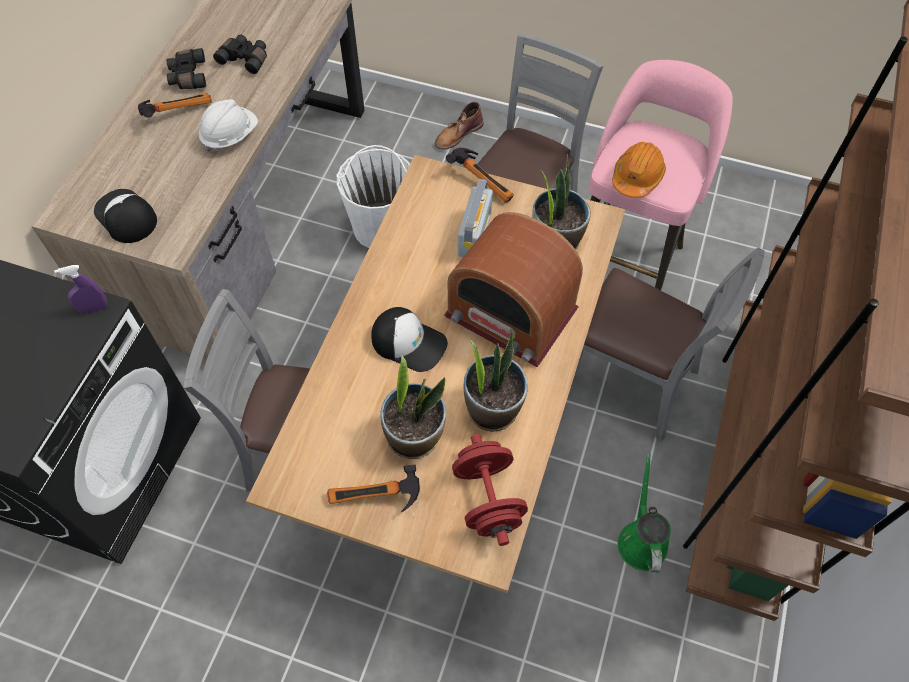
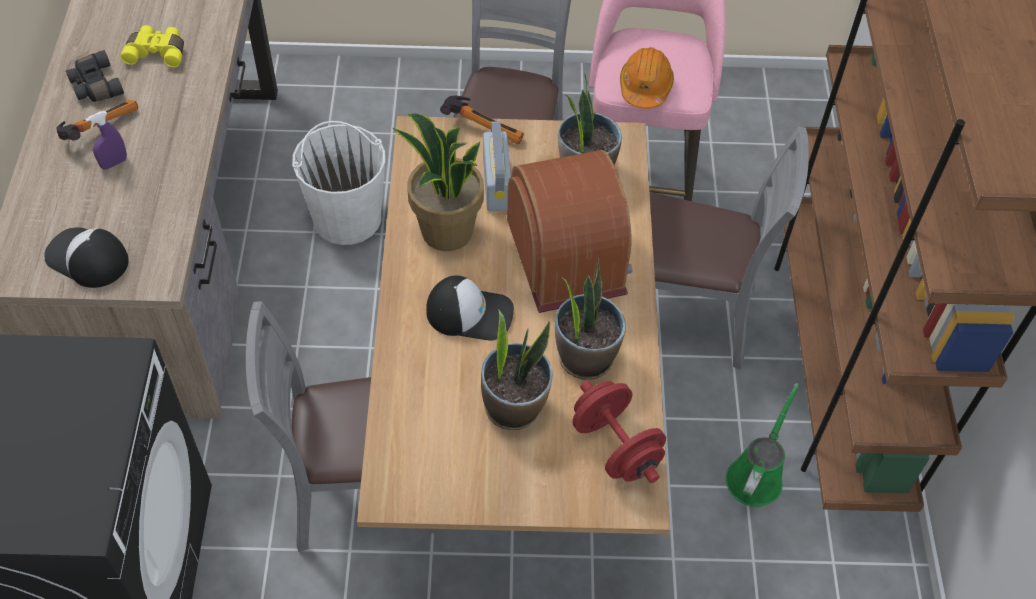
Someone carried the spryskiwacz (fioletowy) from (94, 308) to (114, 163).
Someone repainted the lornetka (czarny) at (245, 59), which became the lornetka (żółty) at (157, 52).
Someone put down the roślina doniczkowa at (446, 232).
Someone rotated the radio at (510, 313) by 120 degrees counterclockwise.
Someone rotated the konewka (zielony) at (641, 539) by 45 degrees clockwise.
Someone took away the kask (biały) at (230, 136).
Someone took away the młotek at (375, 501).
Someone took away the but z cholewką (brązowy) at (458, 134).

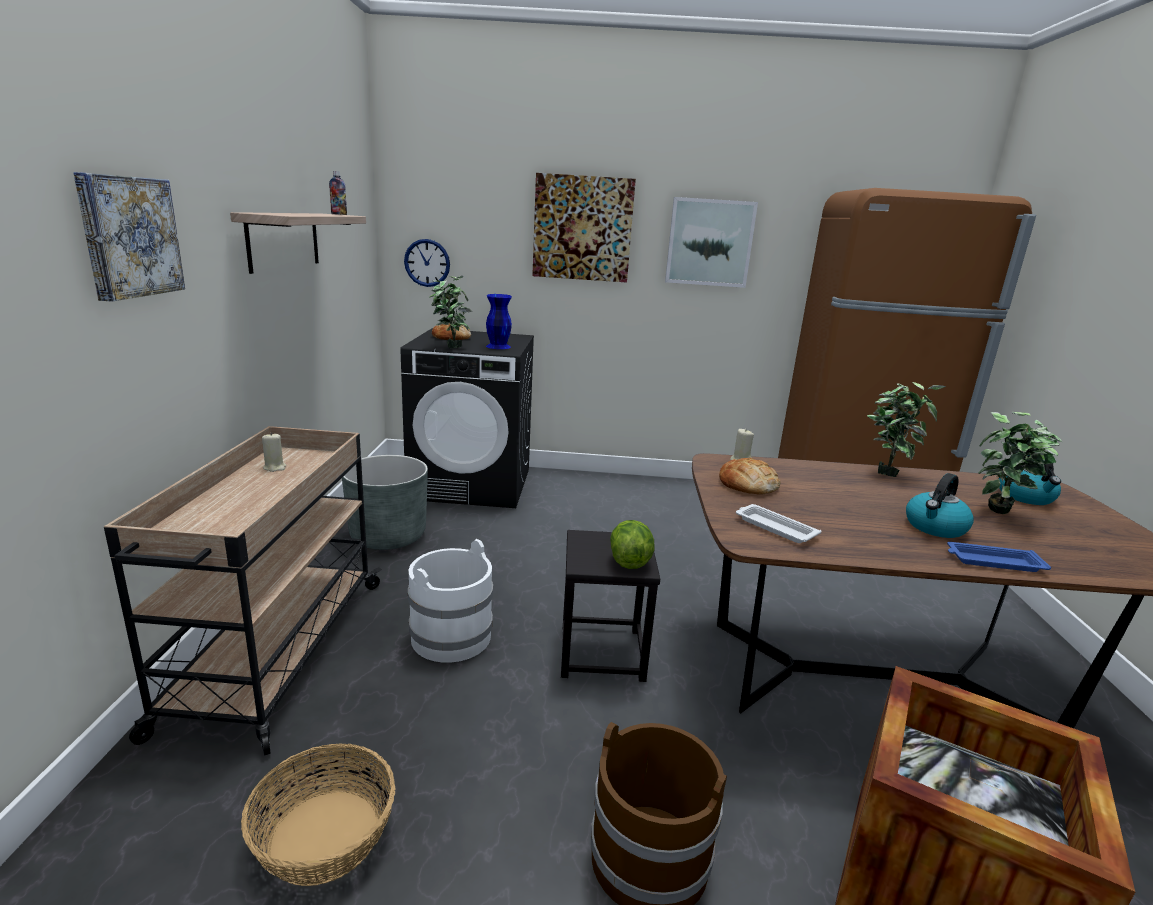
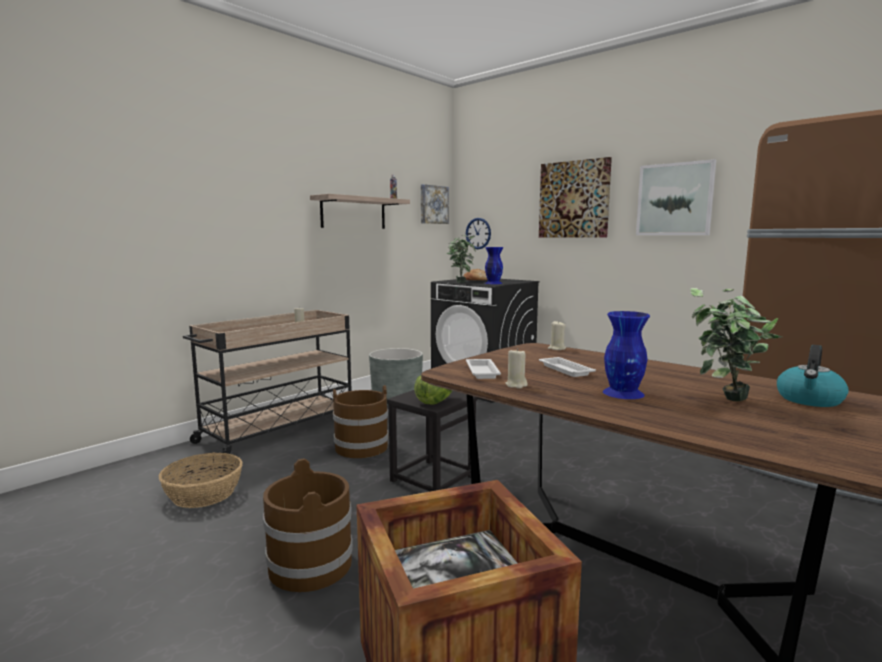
Someone repainted the wiadro (biały) at (451, 636), which became the wiadro (brązowy) at (361, 447).
Someone carried the obraz from (128, 236) to (433, 204).
Someone put down the świeca (beżowy) at (516, 385).
Someone put down the taca (biały) at (564, 370).
Someone swapped the czajnik at (935, 527) for the wazon (niebieski) at (623, 393).
Someone took away the chleb at (748, 484).
Someone took away the roślina doniczkowa at (888, 473).
Someone took away the taca (niebieski) at (992, 561).

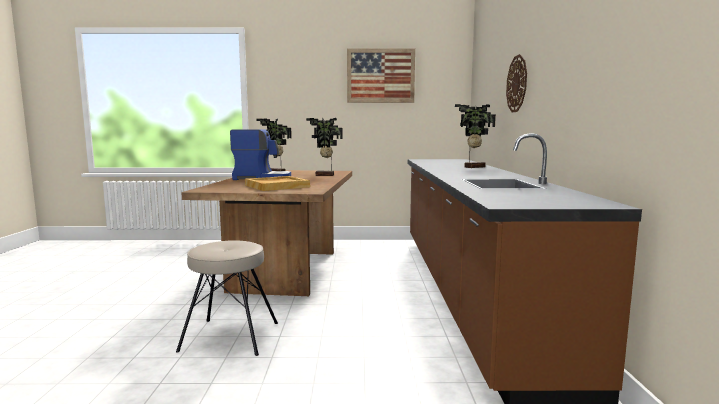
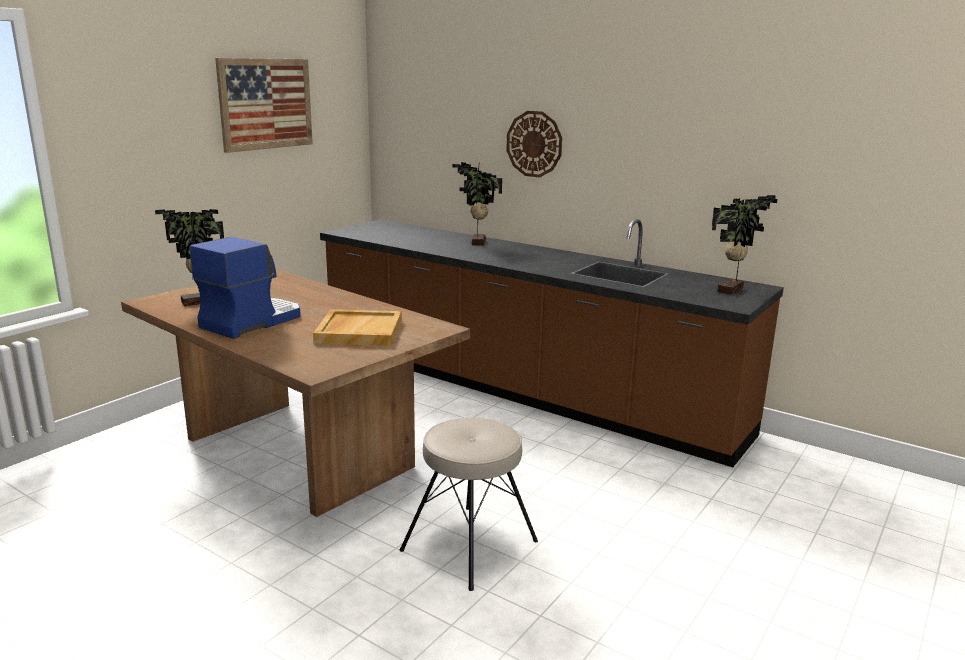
Someone carried the roślina doniczkowa from (325, 175) to (732, 290).

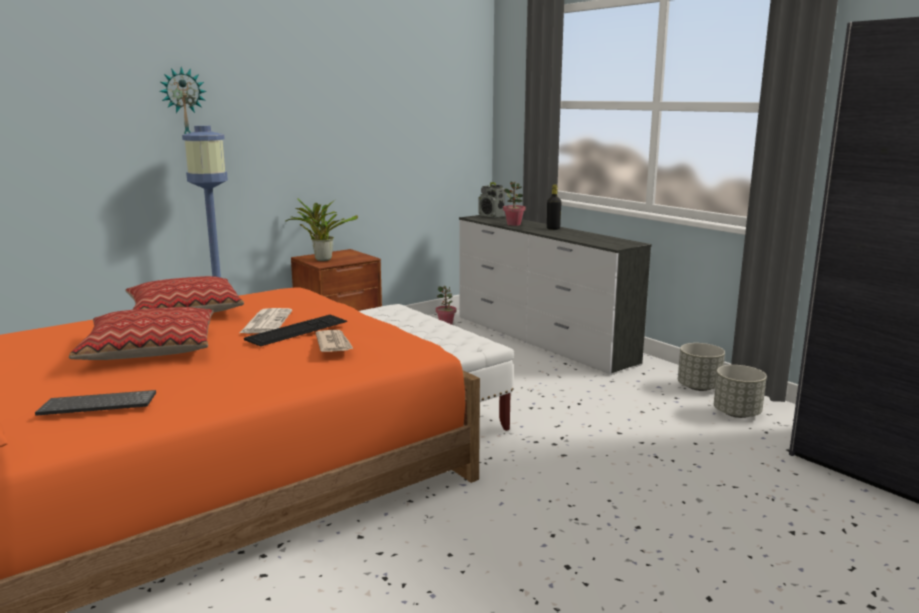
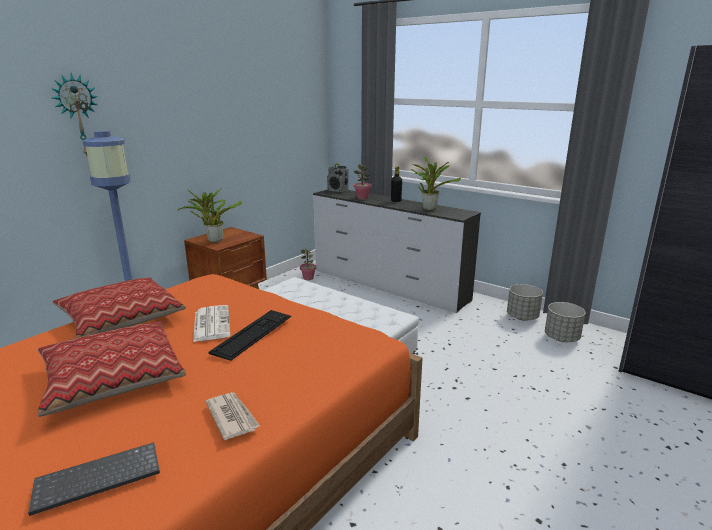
Someone carried the gazeta from (334, 344) to (232, 417).
Someone put down the roślina doniczkowa at (429, 208).

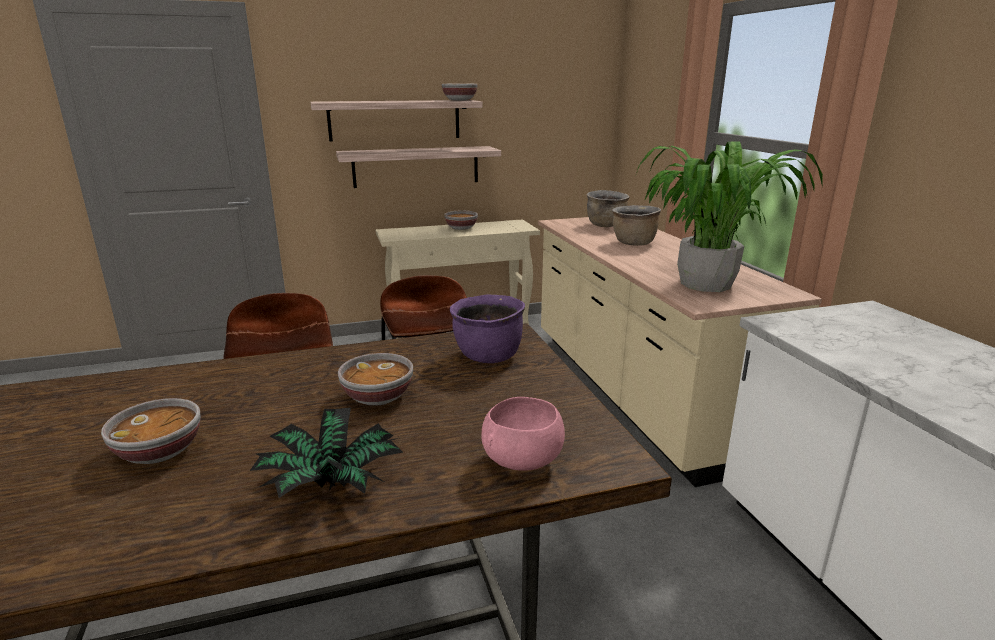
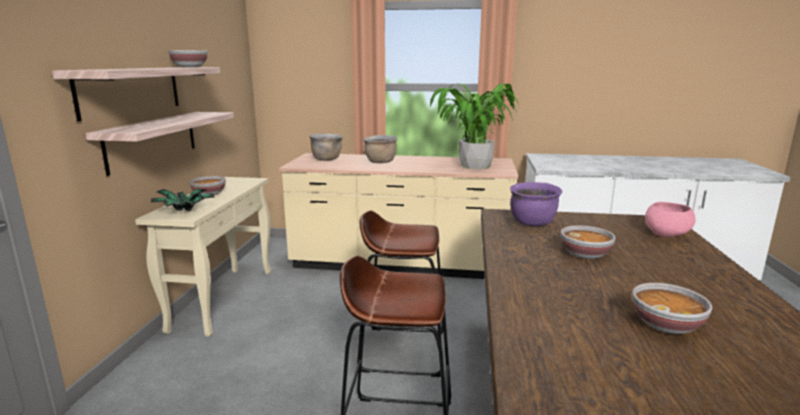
Someone carried the roślina doniczkowa from (332, 484) to (184, 212).

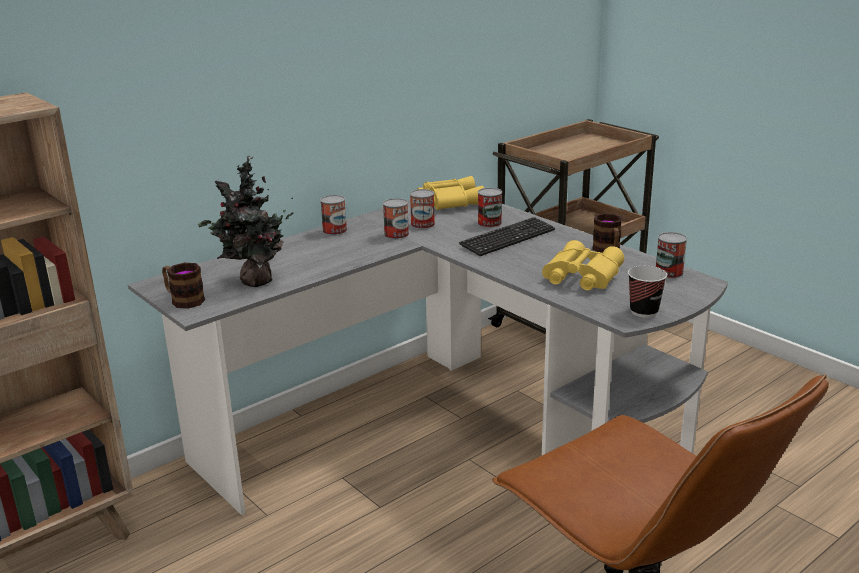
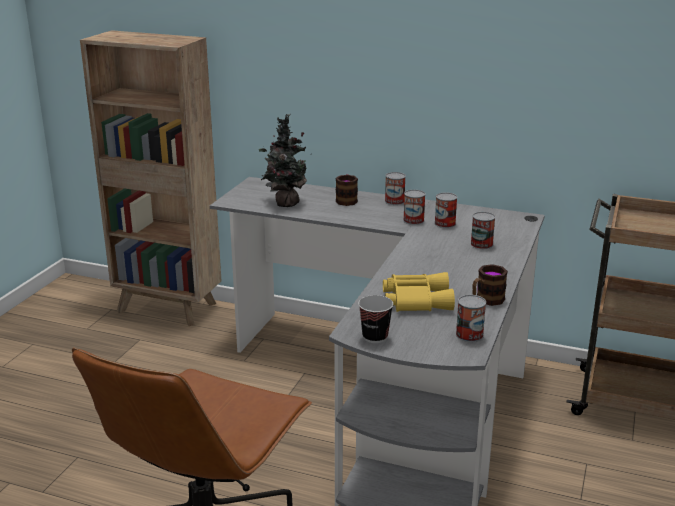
Someone carried the kubek from (183, 300) to (346, 200).
Someone took away the lornetka (żółty) at (449, 201).
Someone took away the klawiatura at (507, 239).

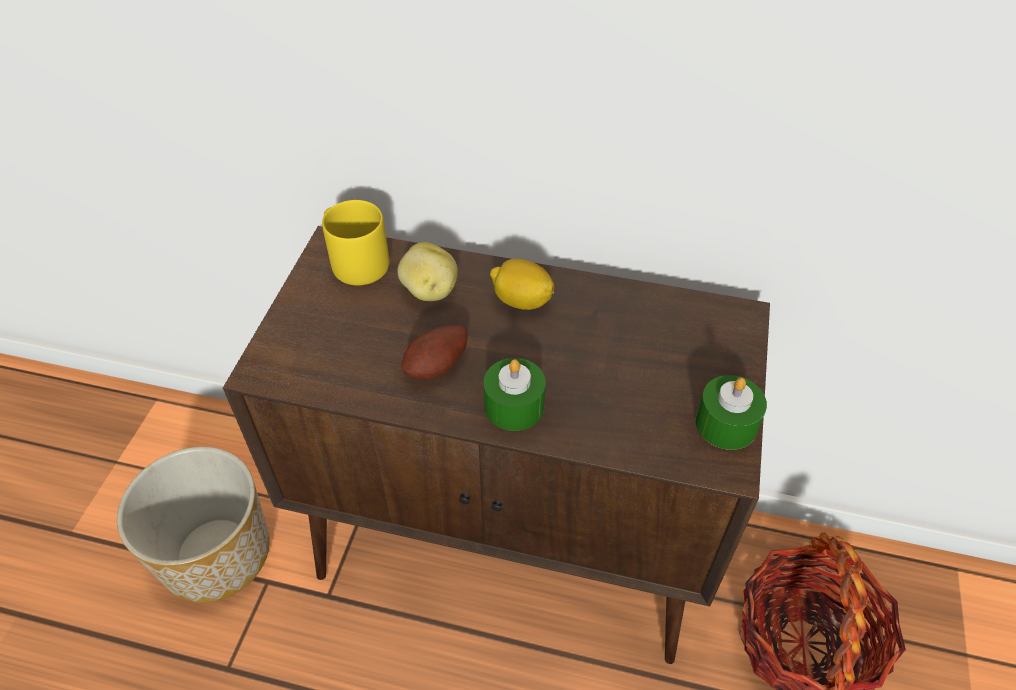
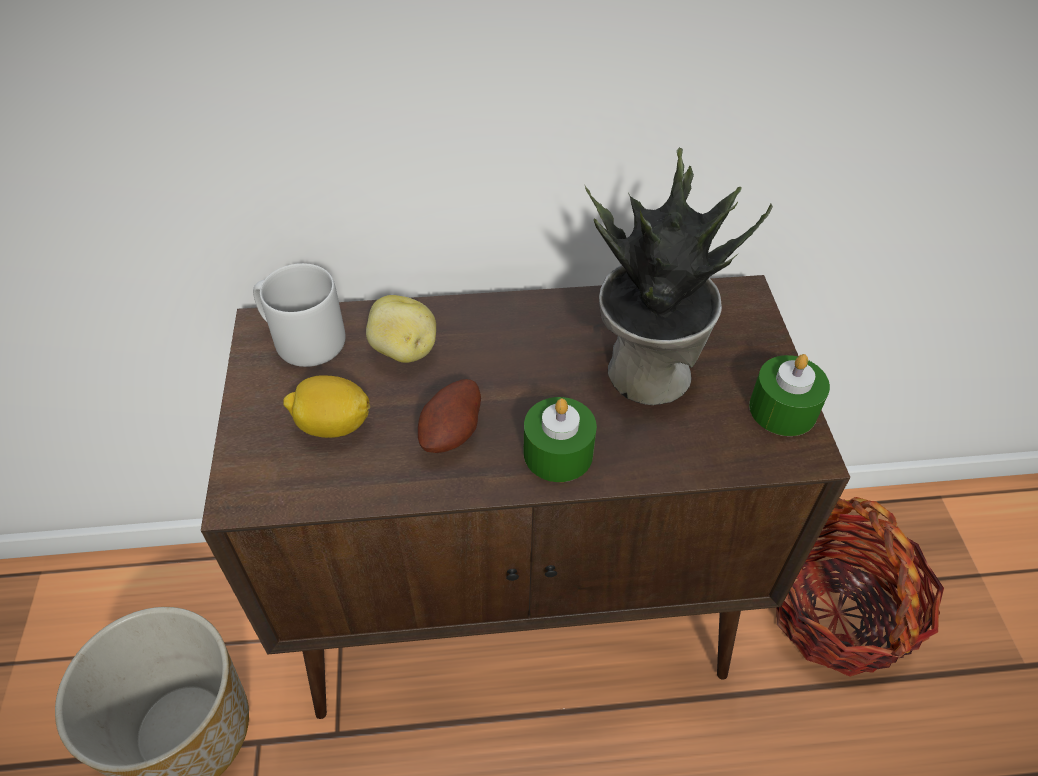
Someone repainted the kubek (żółty) at (356, 262), which became the kubek (szary) at (303, 339).
Someone carried the cytryna from (522, 301) to (333, 425).
Someone put down the roślina doniczkowa at (645, 372).

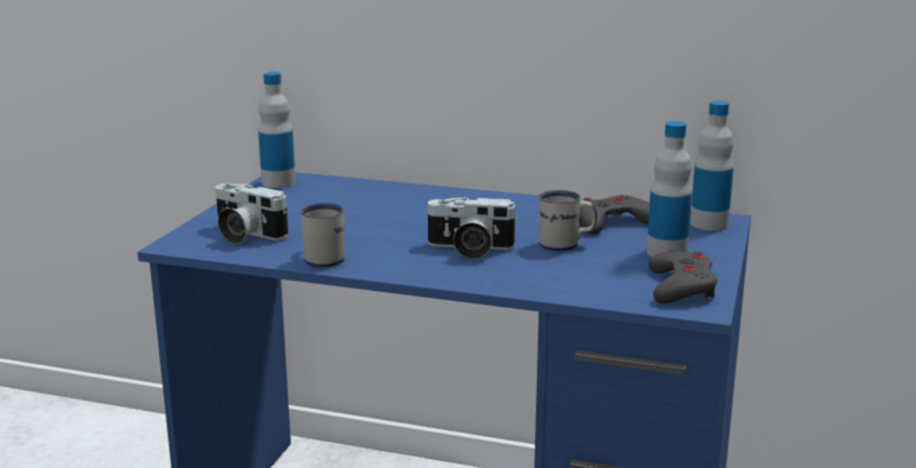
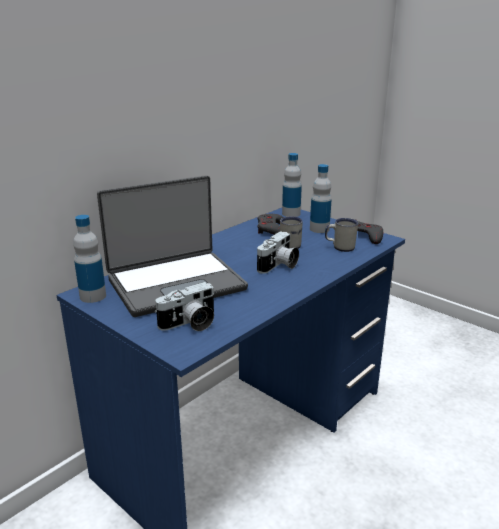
Someone put down the laptop at (175, 283).
Someone carried the kubek (biały) from (323, 257) to (340, 247).

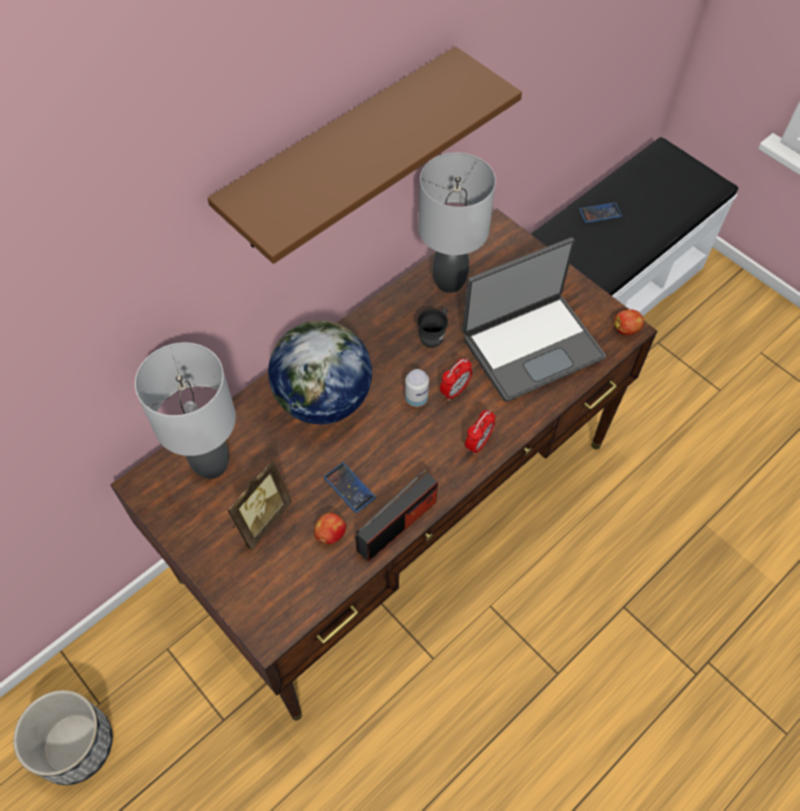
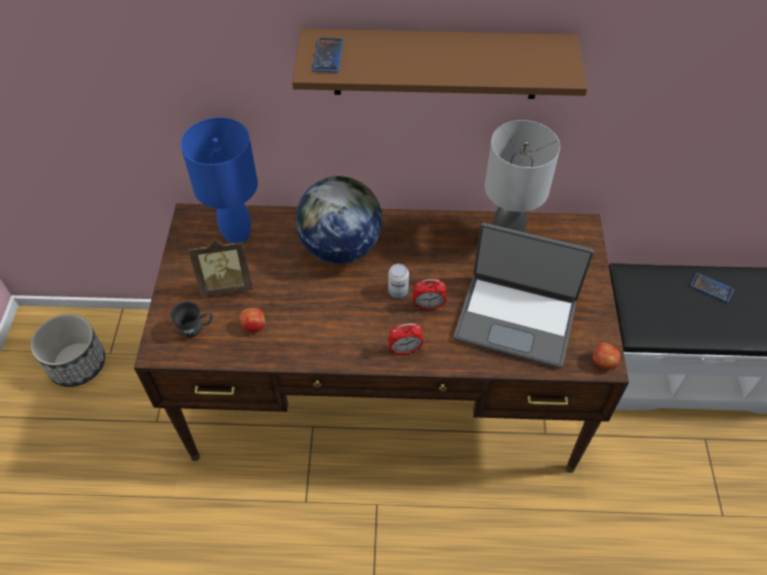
Someone carried the kubek (szary) from (434, 336) to (196, 329).
Someone repainted the lampa stołowa (szary) at (212, 465), which became the lampa stołowa (niebieski) at (237, 235).
Someone carried the telefon from (349, 488) to (328, 55).
Someone took away the radio at (397, 525).

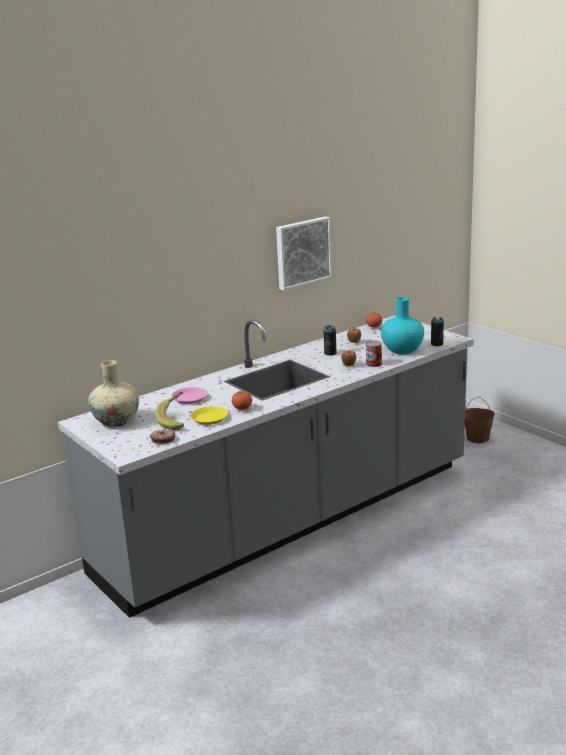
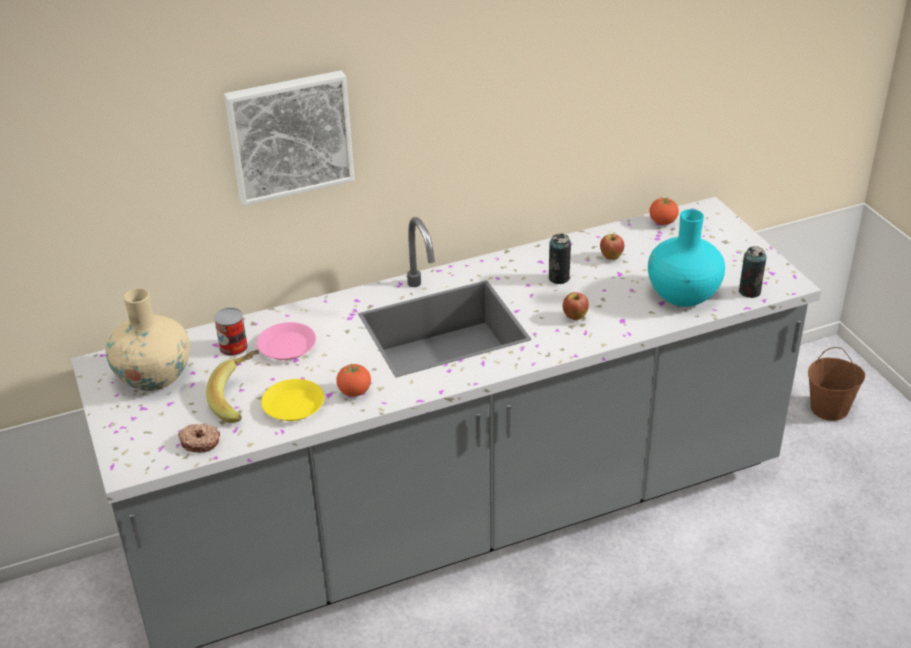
Someone carried the puszka from (373, 364) to (233, 347).
Someone carried the obraz from (302, 252) to (289, 135).

